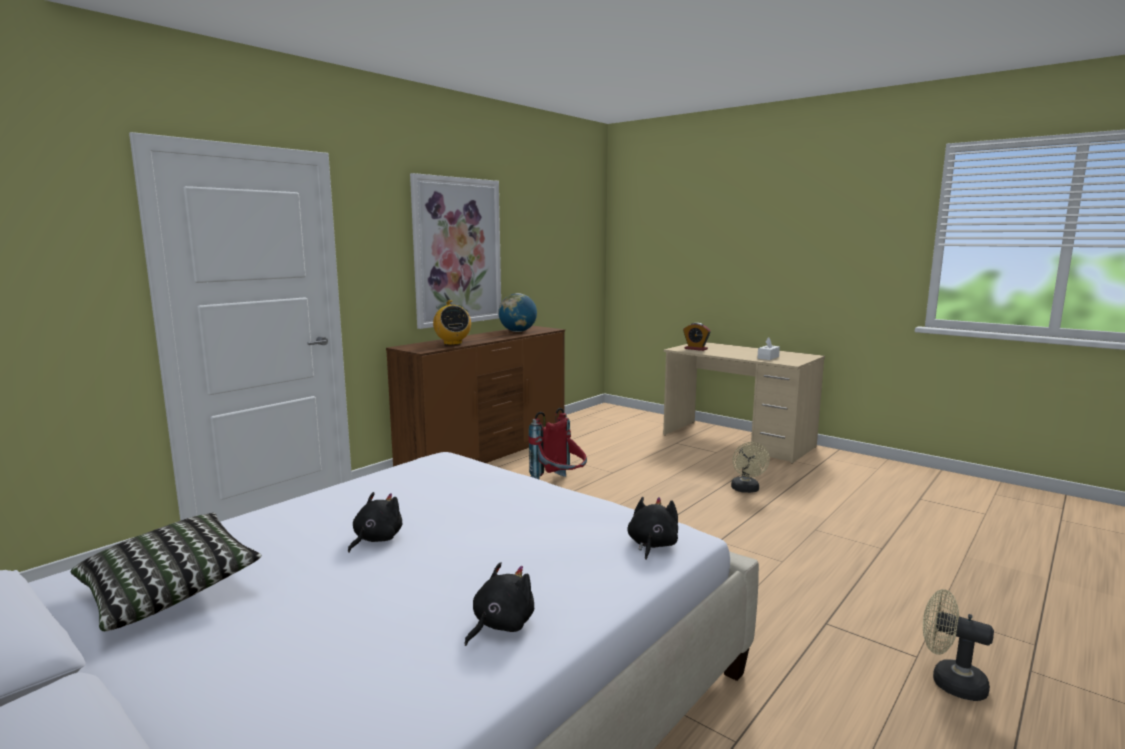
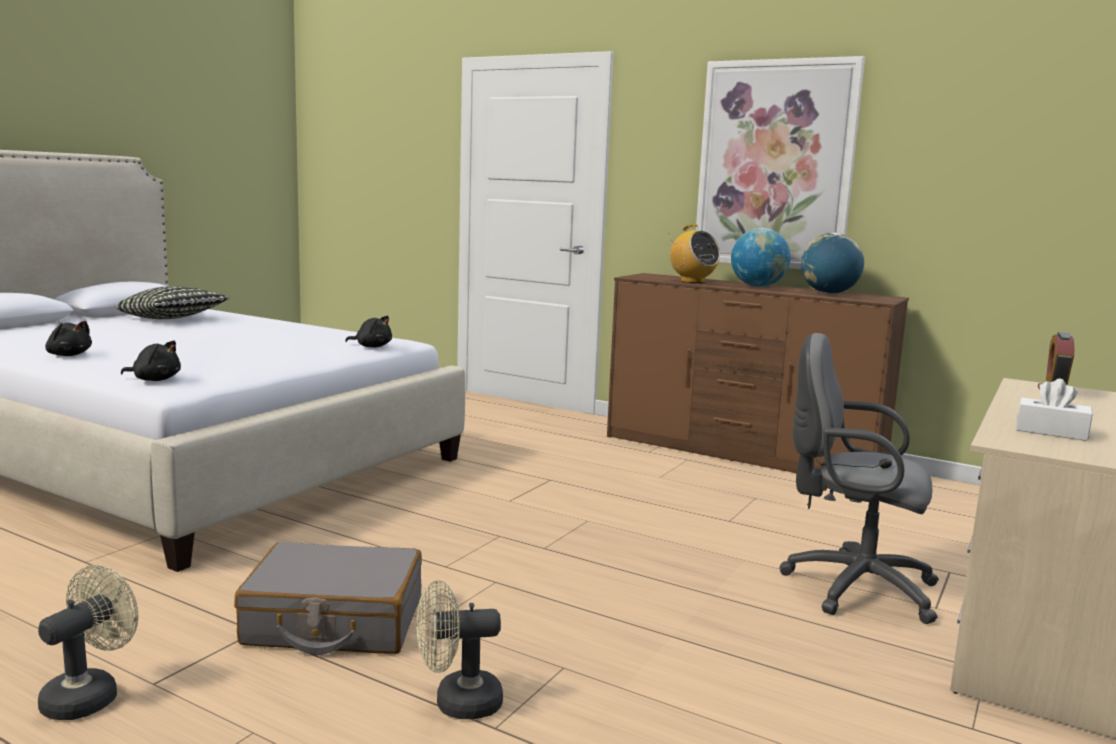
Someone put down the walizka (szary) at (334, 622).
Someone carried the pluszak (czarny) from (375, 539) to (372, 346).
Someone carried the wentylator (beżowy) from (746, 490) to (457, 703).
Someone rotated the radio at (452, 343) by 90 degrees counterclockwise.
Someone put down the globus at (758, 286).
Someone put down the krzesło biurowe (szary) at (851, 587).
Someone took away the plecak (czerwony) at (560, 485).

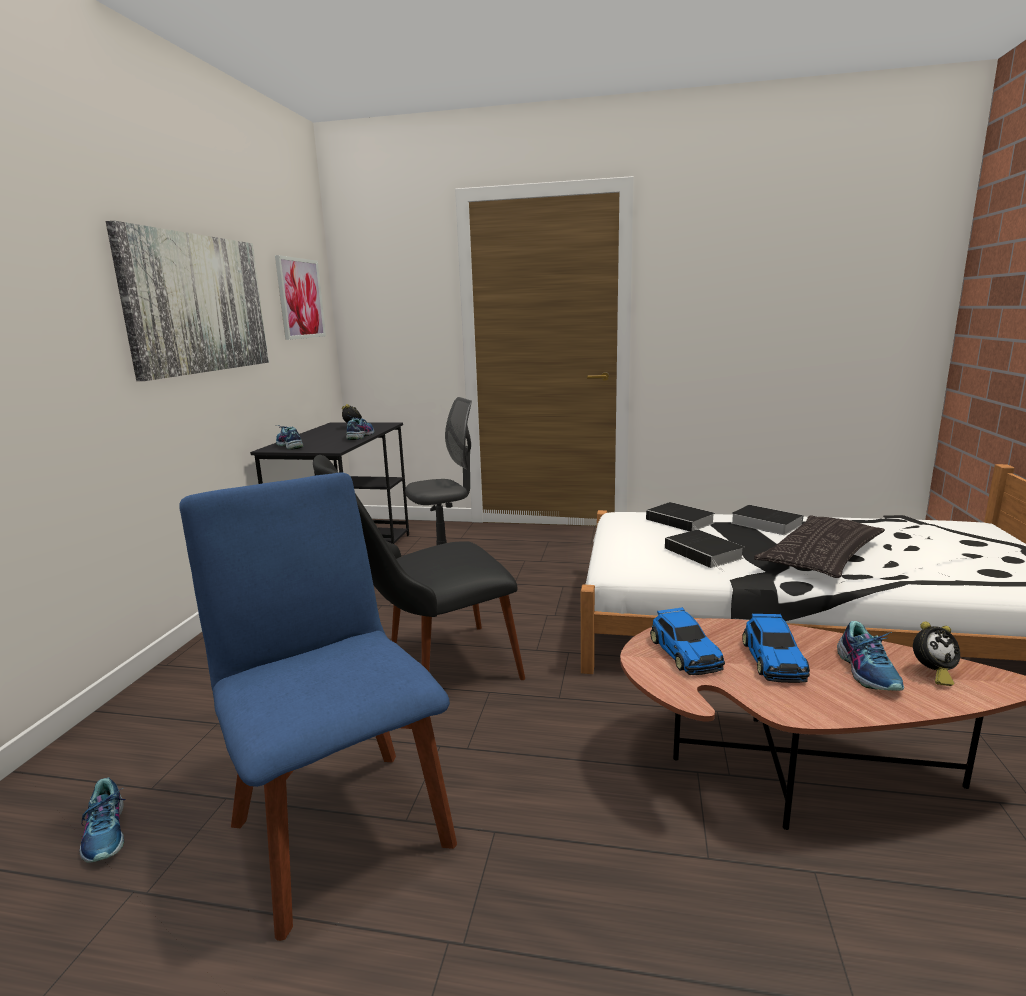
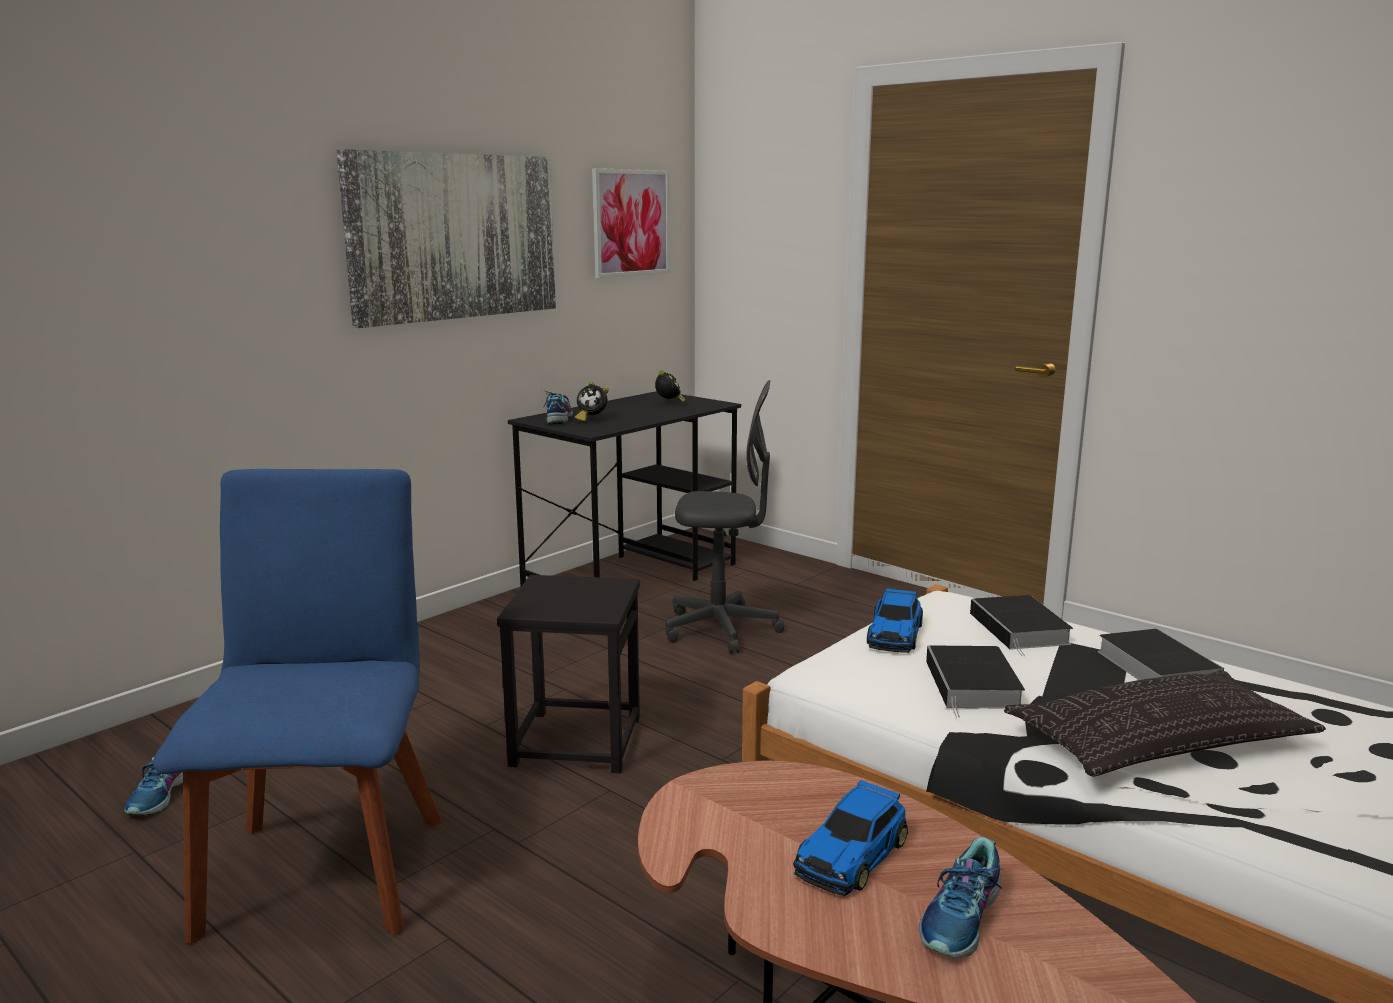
Someone swapped the krzesło (czarny) at (429, 669) for the stołek (czarny) at (575, 741).
Someone carried the budzik from (932, 674) to (591, 419).
Someone carried the samochodzik from (685, 652) to (895, 634).
Someone took away the but at (360, 436).

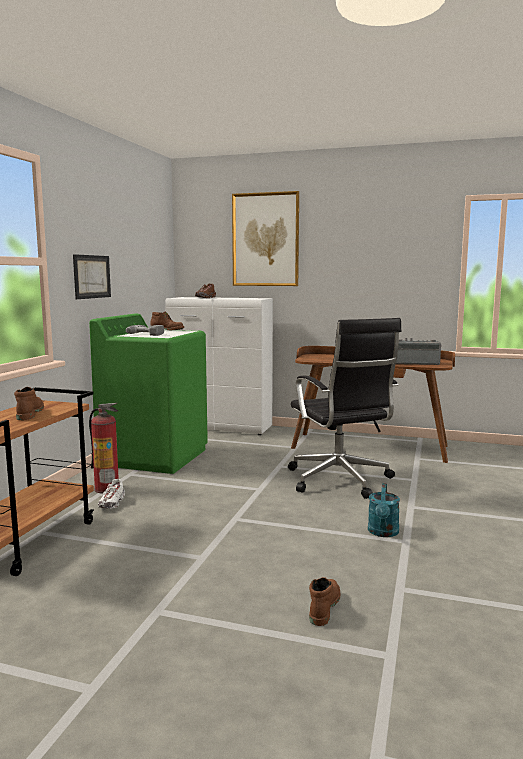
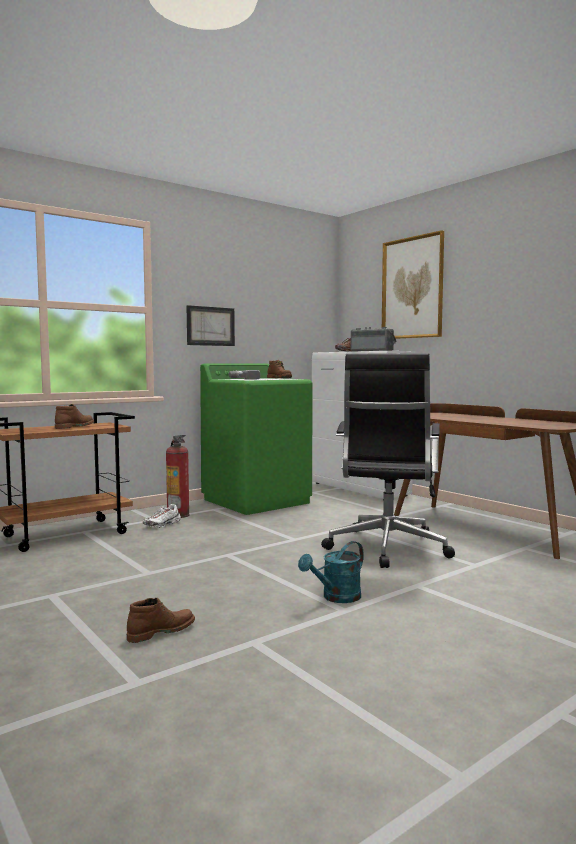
Someone carried the radio from (414, 363) to (373, 351).

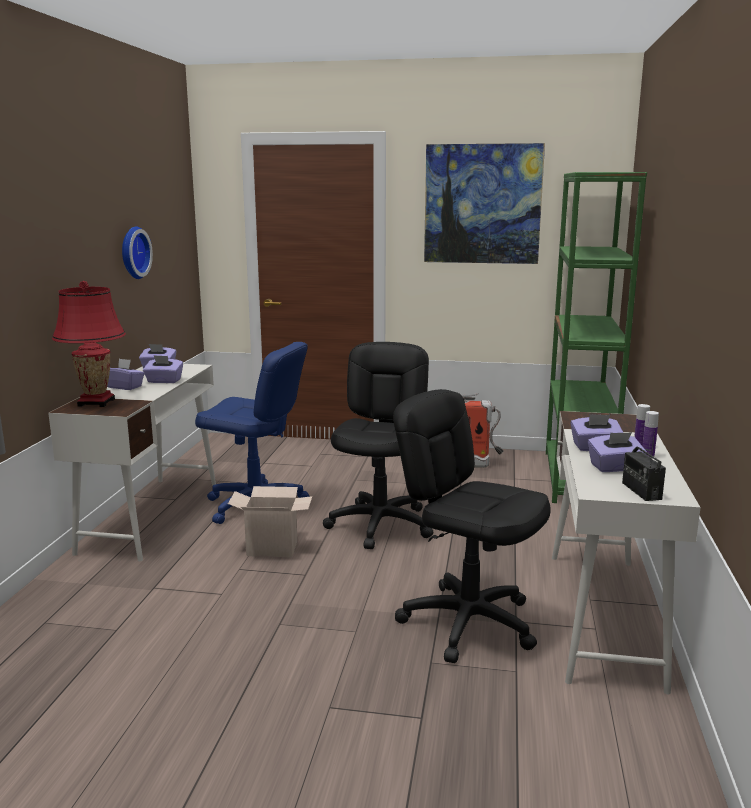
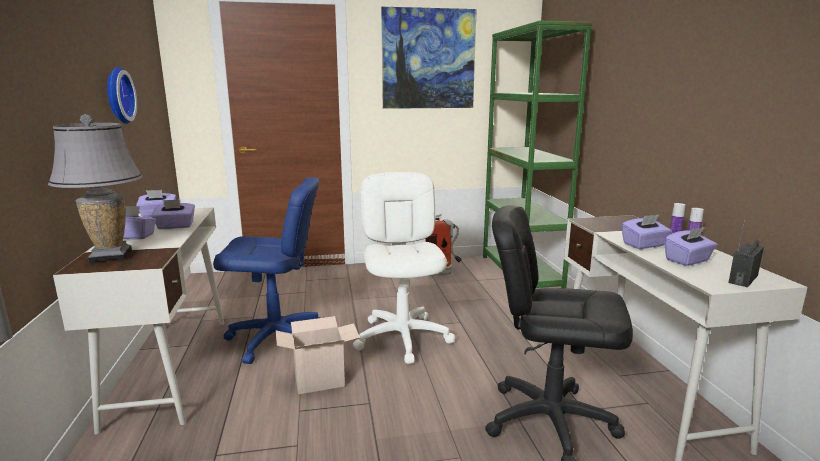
Someone repainted the lampa stołowa (czerwony) at (96, 402), which became the lampa stołowa (szary) at (110, 256).
Someone repainted the krzesło biurowe (czarny) at (380, 525), which became the krzesło biurowe (biały) at (403, 337).
Someone rotated the radio at (641, 491) by 75 degrees clockwise.

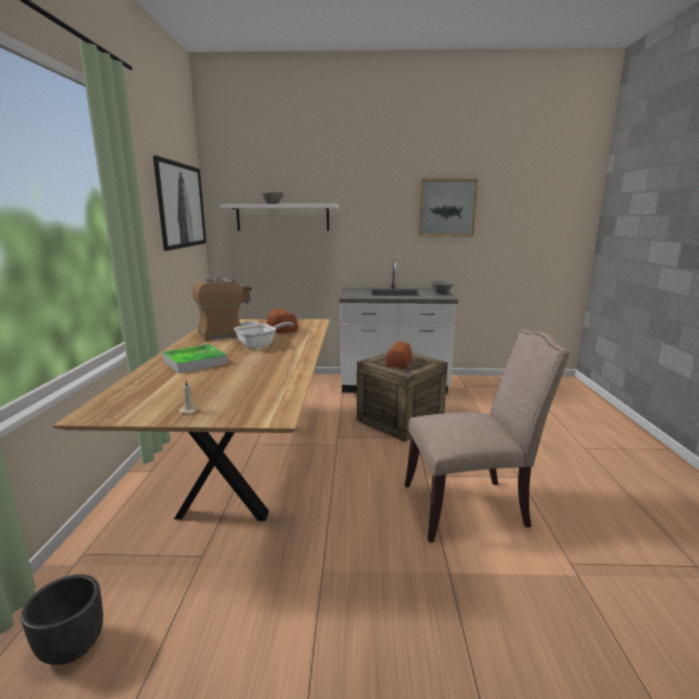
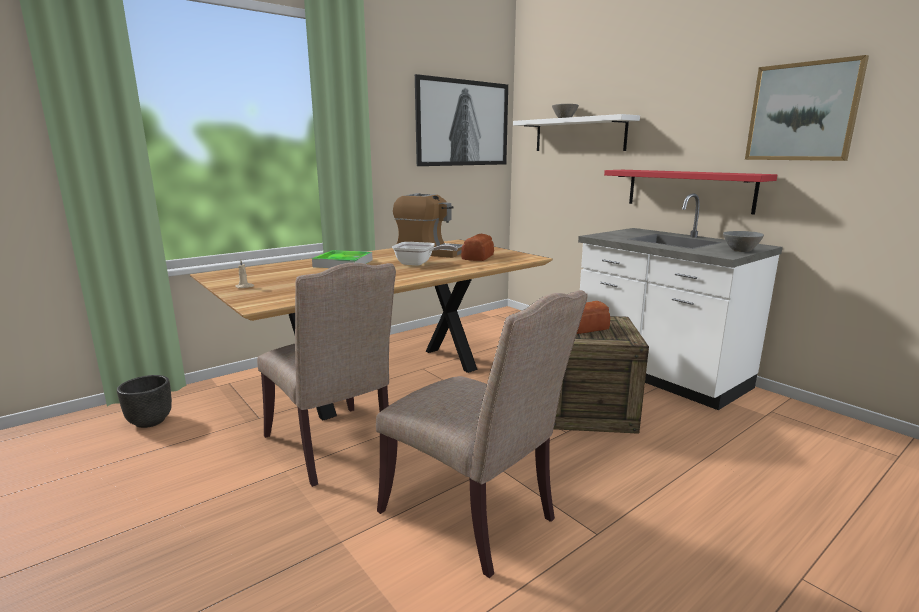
Someone put down the krzesło (beżowy) at (334, 447).
Someone put up the półka (czerwony) at (688, 190).

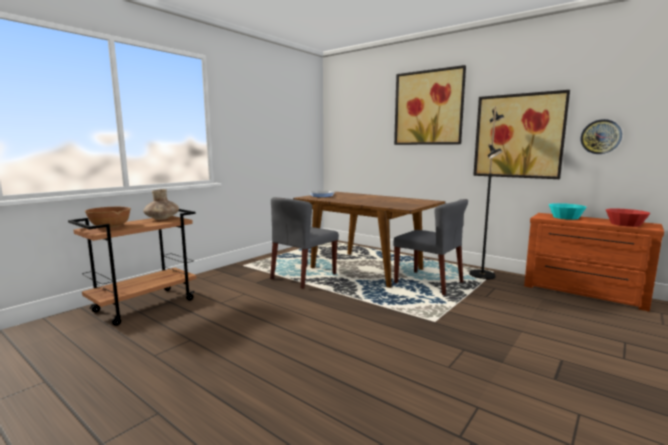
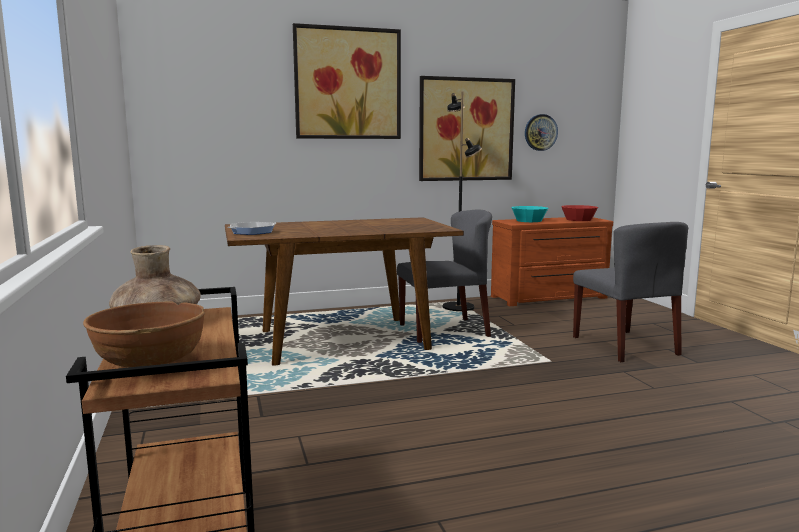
Someone carried the krzesło (szary) from (303, 277) to (625, 346).

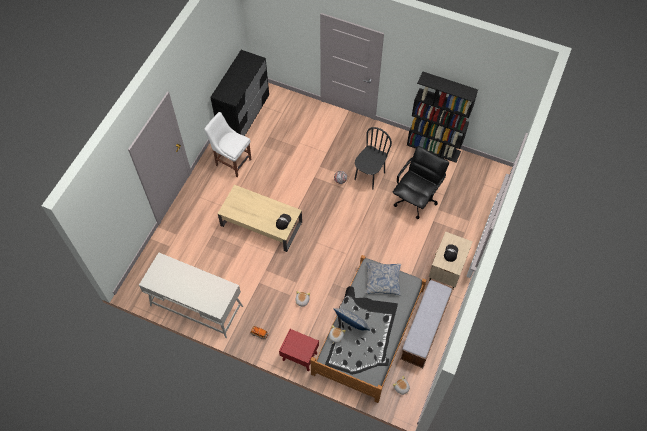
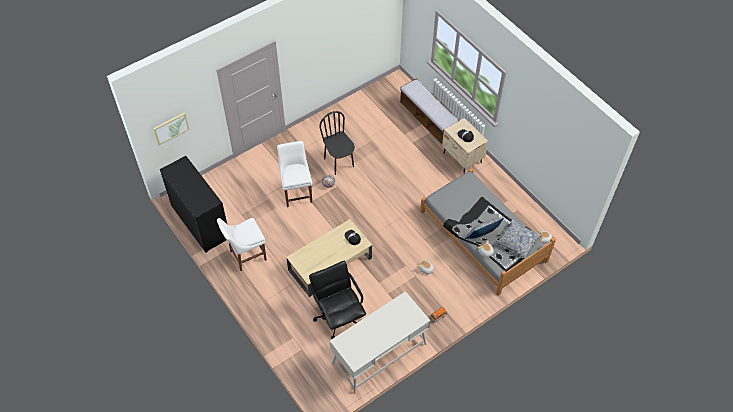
Someone put up the obraz at (171, 128).
Someone put down the krzesło (biały) at (297, 192).
Someone carried the krzesło biurowe (czarny) from (416, 199) to (338, 316).
Someone carried the ławka from (425, 329) to (428, 120).
Someone carried the poduszka from (383, 280) to (518, 241).
Someone took away the szafka nocna (czerwony) at (299, 356).
Someone took away the regał (czarny) at (434, 148).

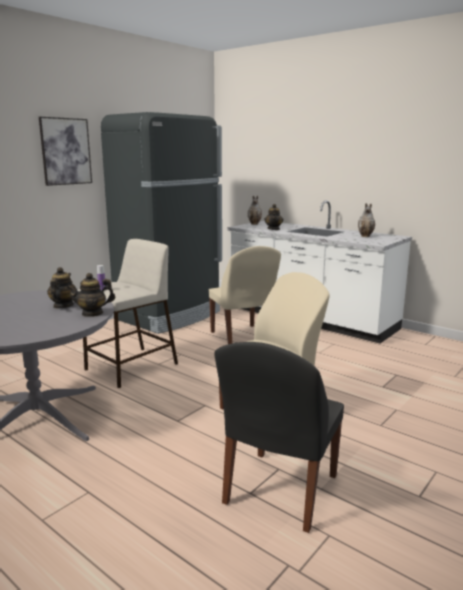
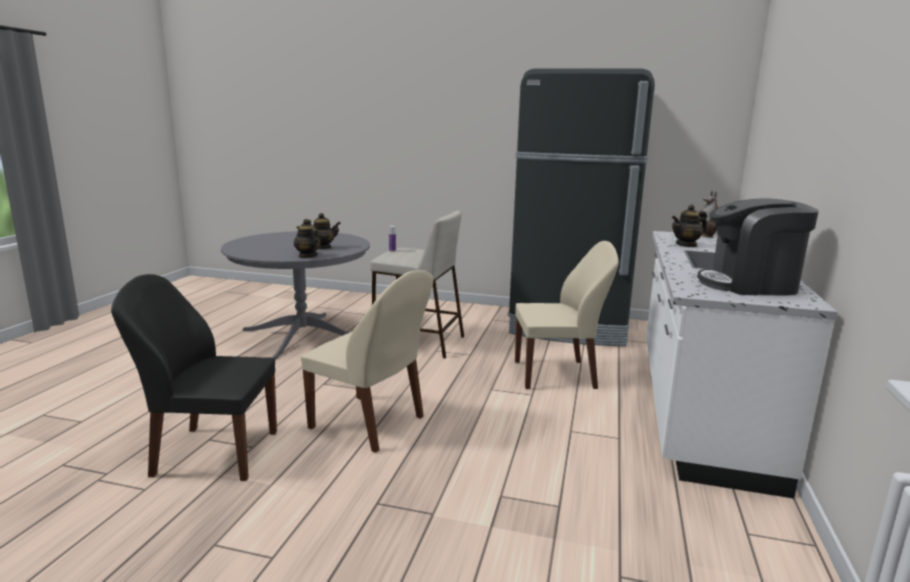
Someone rotated the krzesło (beżowy) at (242, 337) by 135 degrees counterclockwise.
Someone swapped the wazon at (366, 236) for the ekspres do kawy at (749, 285).
Someone took away the obraz at (66, 151).

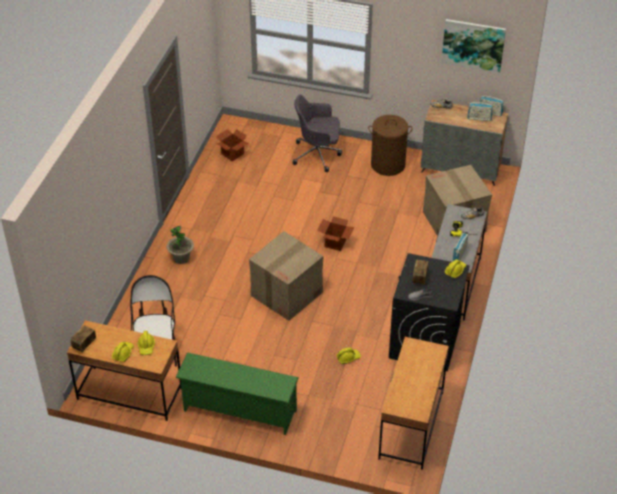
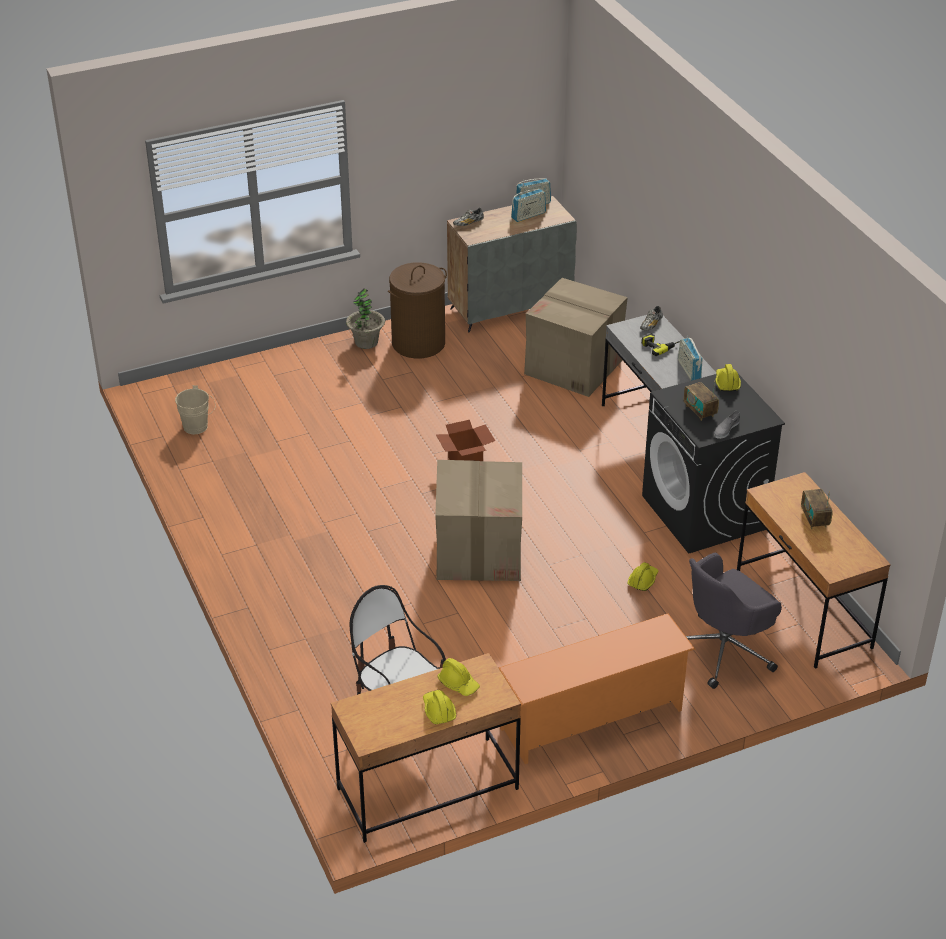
Someone swapped the karton at (232, 154) for the wiadro (beżowy) at (198, 427).
Someone carried the roślina doniczkowa from (181, 258) to (366, 342).
Someone repainted the regał na buty (zielony) at (238, 411), which became the regał na buty (pomarańczowy) at (592, 720).
Someone carried the krzesło biurowe (szary) from (318, 154) to (724, 650).
Someone carried the radio from (84, 345) to (814, 518).
Someone took away the obraz at (473, 45).

